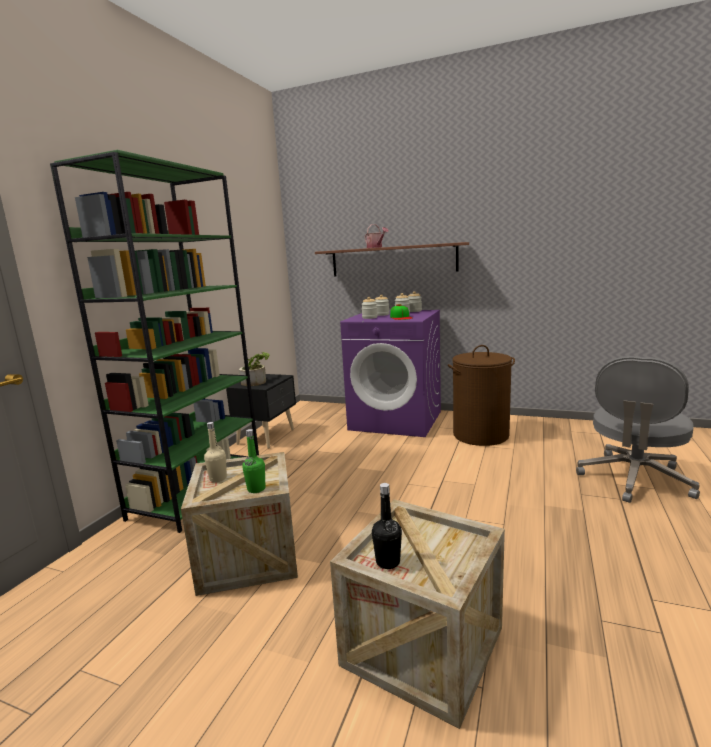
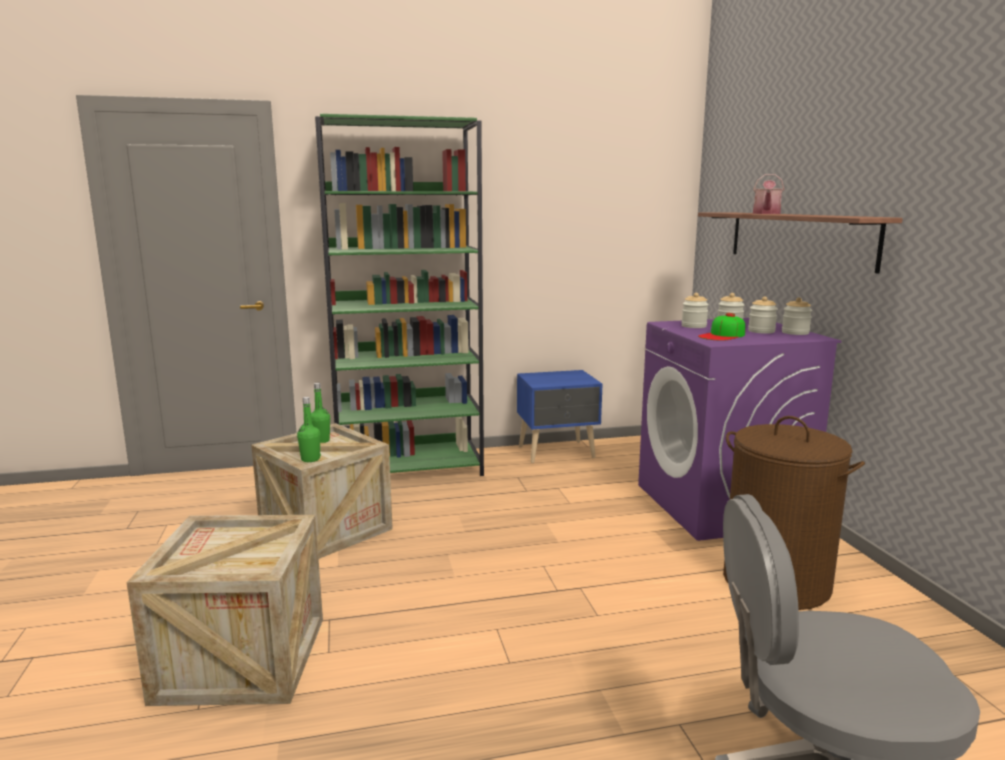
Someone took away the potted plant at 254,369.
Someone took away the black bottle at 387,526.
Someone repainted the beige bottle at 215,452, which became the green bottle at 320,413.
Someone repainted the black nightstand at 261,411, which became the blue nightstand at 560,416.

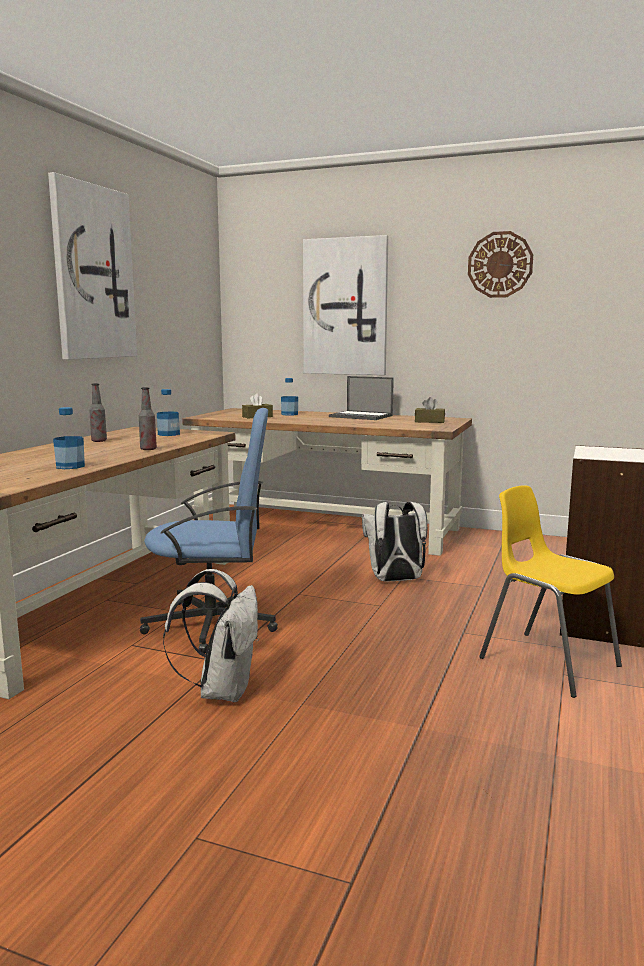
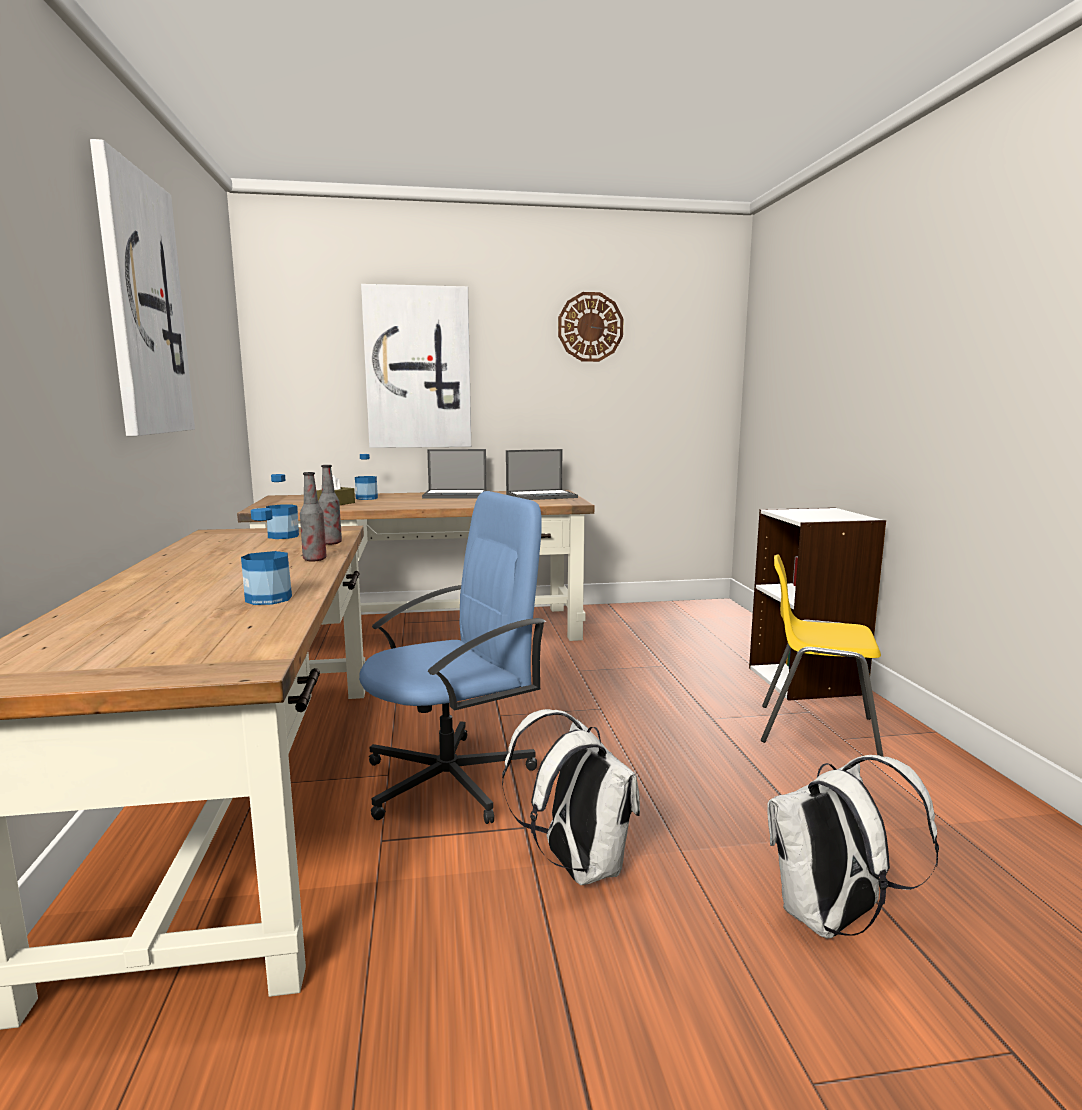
Someone carried the bottle from 98,412 to 330,505.
Someone carried the white backpack from 394,542 to 853,847.
Someone swapped the brown tissue box at 430,410 for the laptop at 542,474.

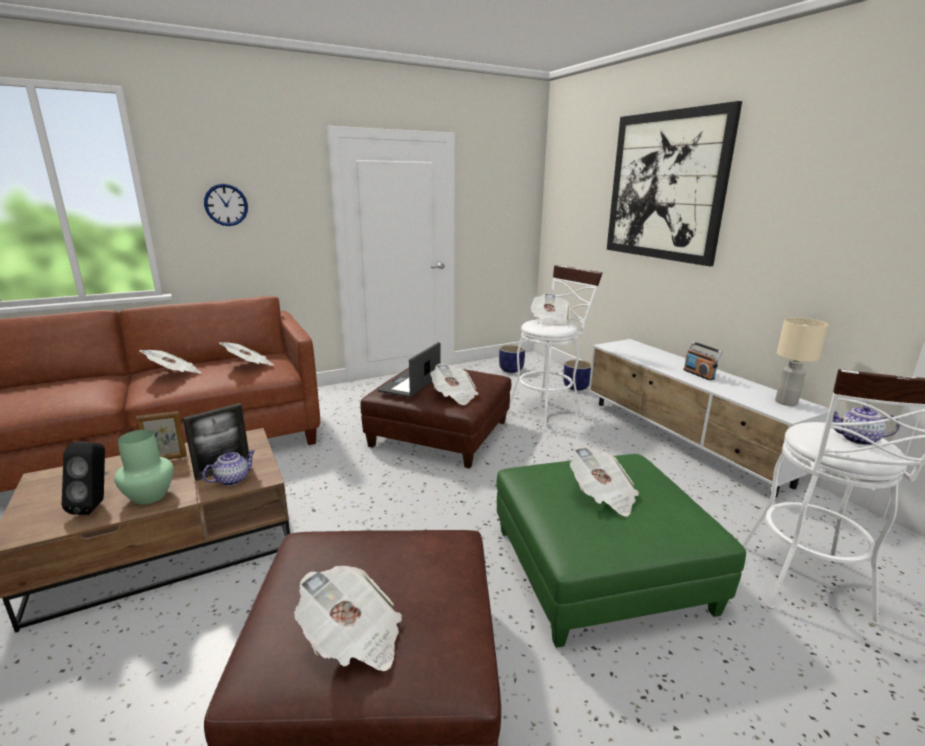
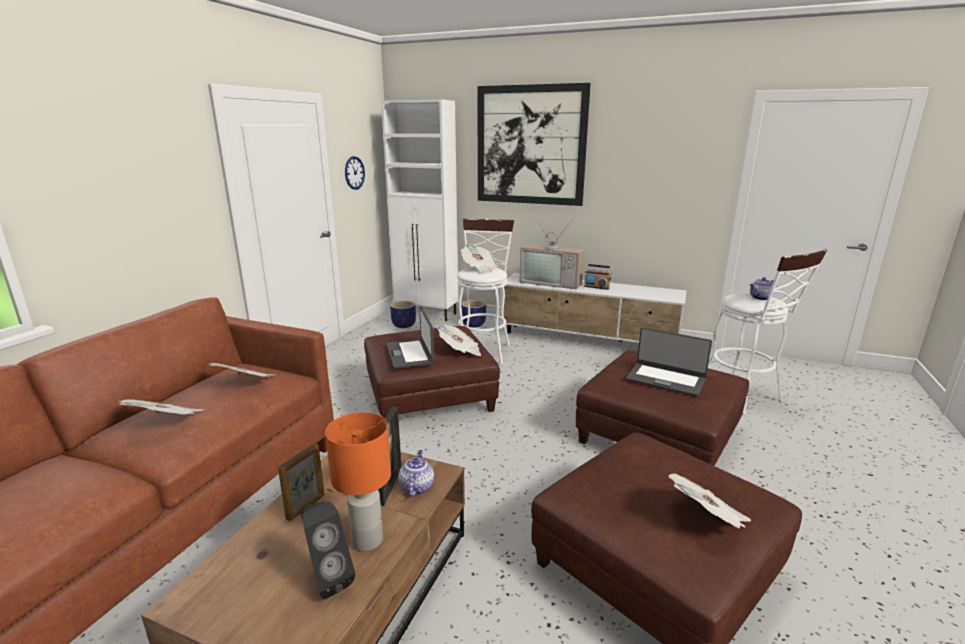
Someone took away the beige table lamp at 802,361.
Someone put down the white cabinet at 419,210.
Someone put down the television at 552,253.
Someone carried the wall clock from 226,205 to 355,173.
Someone swapped the green vase at 144,467 for the orange table lamp at 358,481.
Someone swapped the newspaper at 604,481 for the laptop at 669,362.
Someone repainted the green ottoman at 621,551, which became the brown ottoman at 662,408.

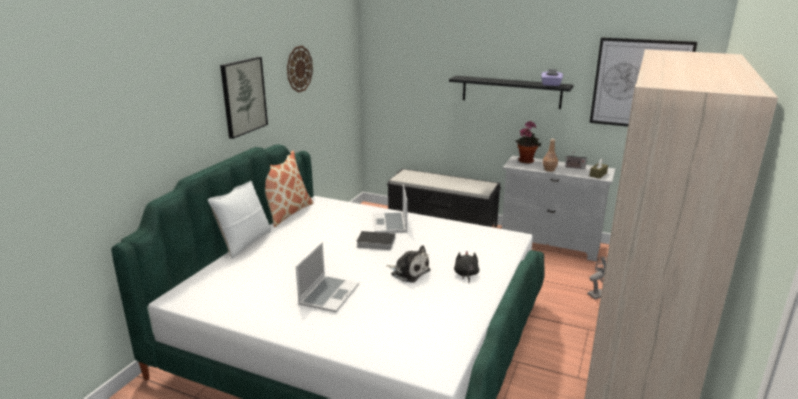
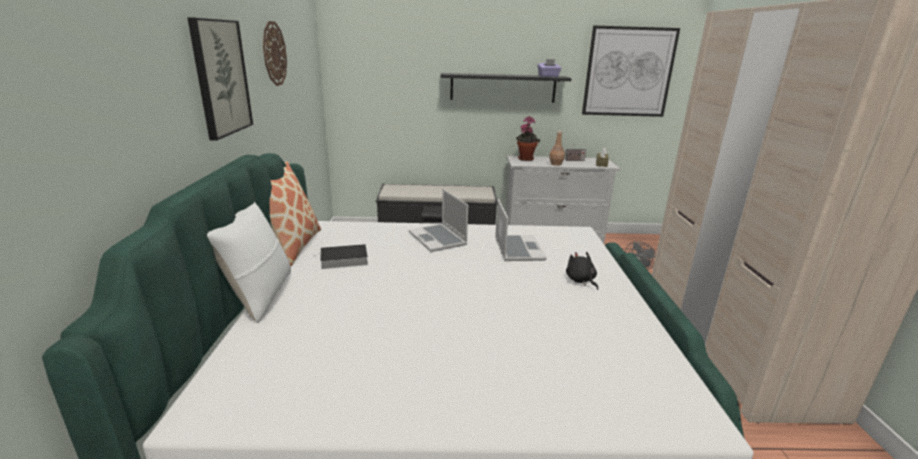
Someone took away the plush toy at 408,264.
Someone carried the laptop from 327,277 to 521,230.
Someone carried the book from 375,240 to 341,256.

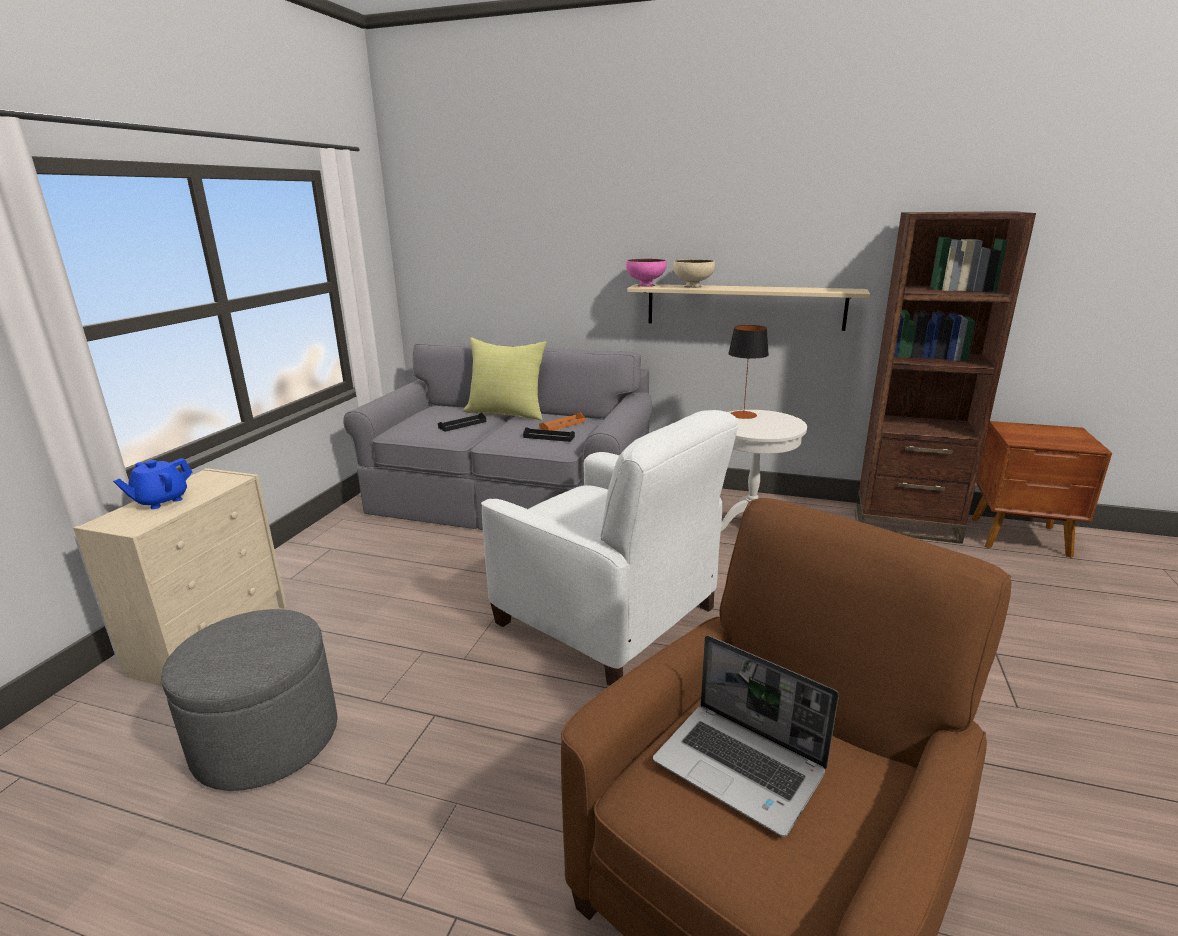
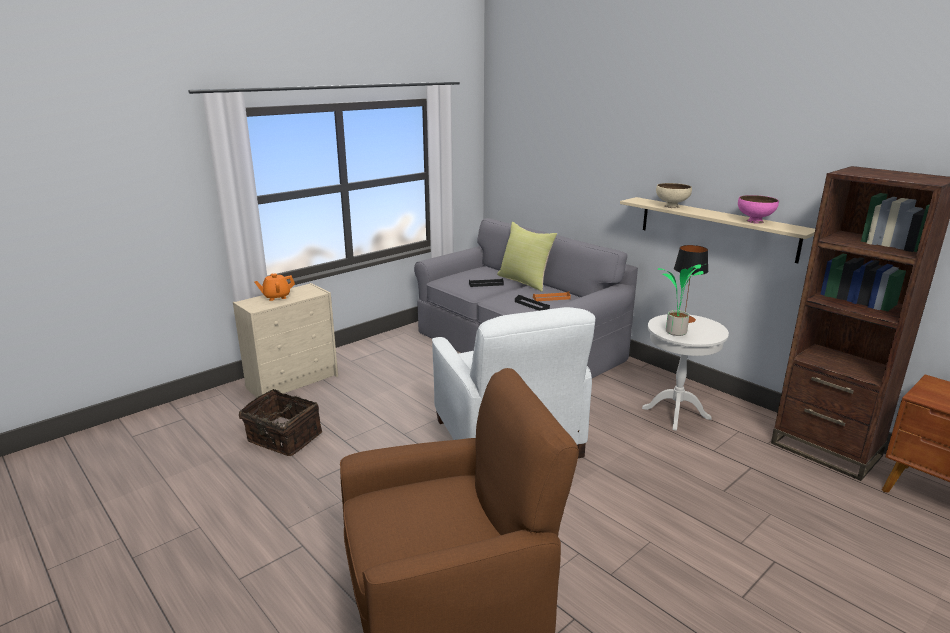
Someone took away the laptop at 746,736.
Someone put down the potted plant at 681,300.
Someone carried the pink bowl from 646,273 to 758,209.
Someone swapped the grey ottoman at 249,700 for the basket at 280,422.
Someone repainted the blue teapot at 153,483, which became the orange teapot at 274,287.

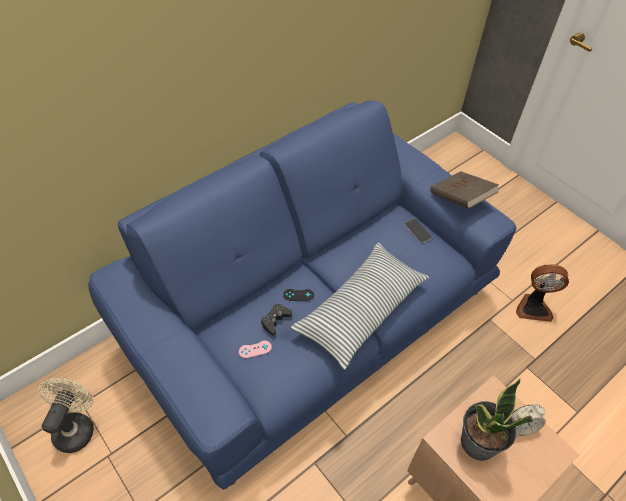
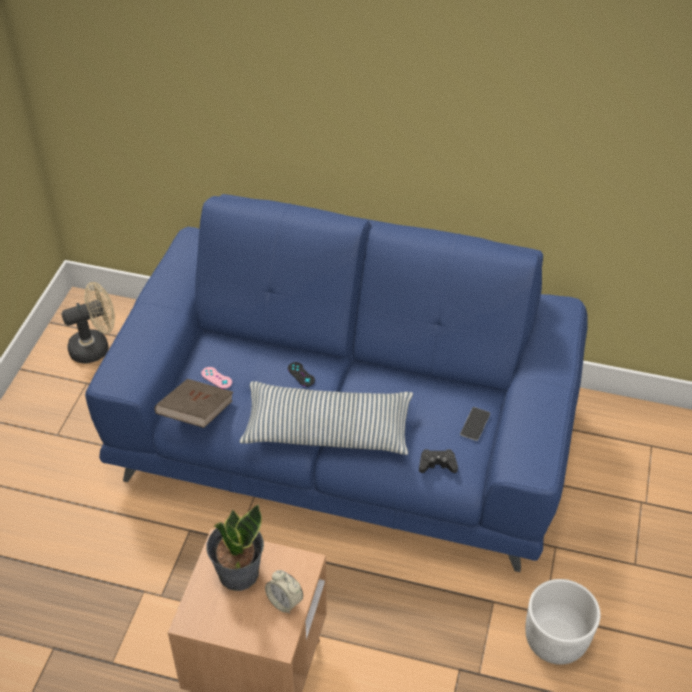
Someone carried the black game controller from 276,319 to 438,461.
Someone carried the brown book from 464,190 to 194,403.
Someone swapped the fan at 542,293 for the white planter at 562,622.

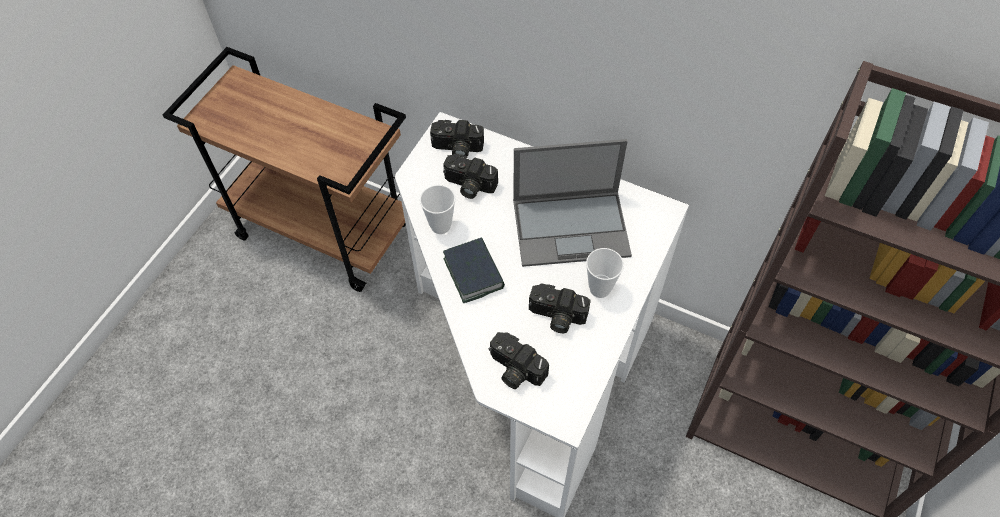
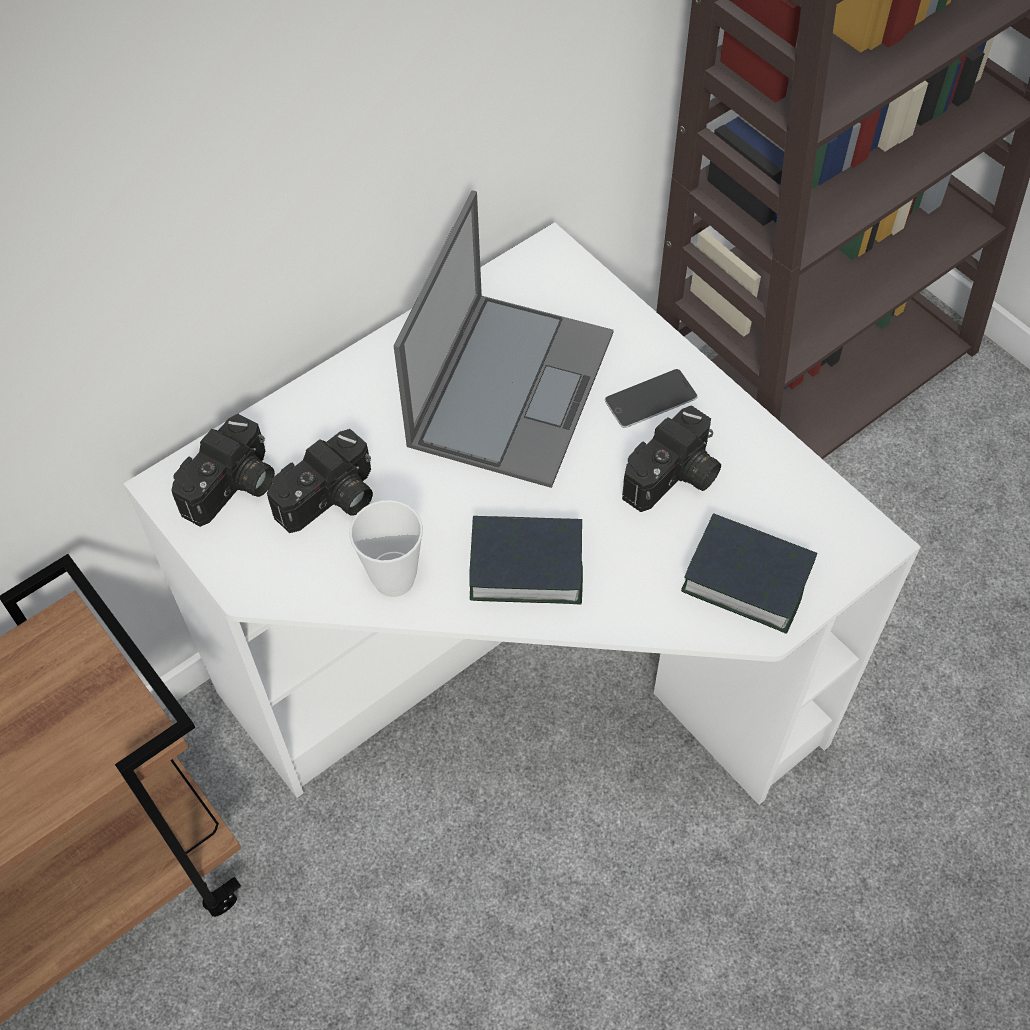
Someone swapped the photo camera at 519,360 for the book at 749,573.
Someone swapped the cup at 605,273 for the phone at 651,398.

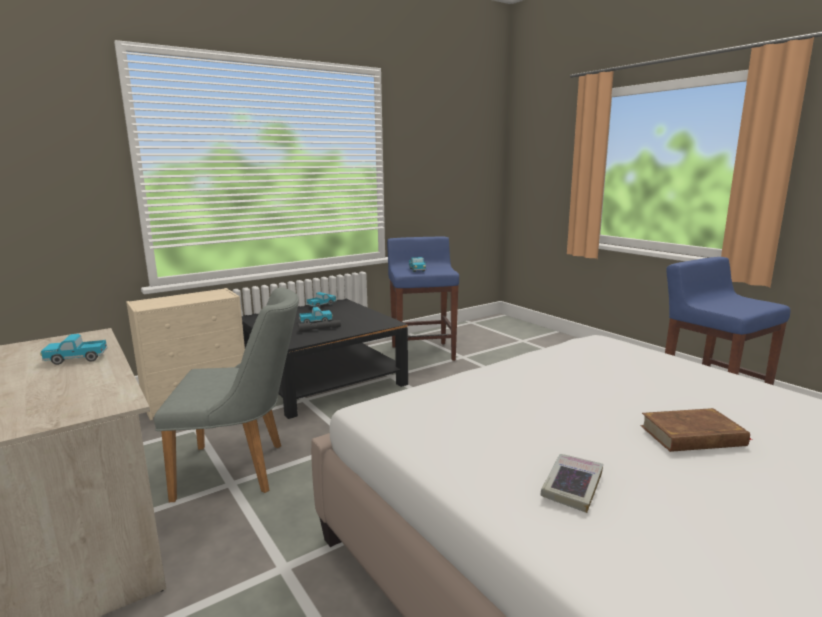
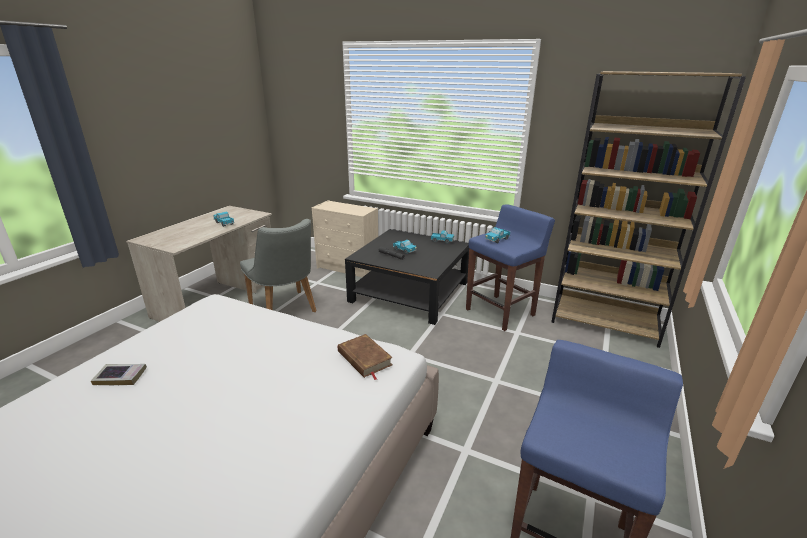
Someone put down the brown bookcase at 648,209.
Someone carried the brown book from 696,430 to 365,357.

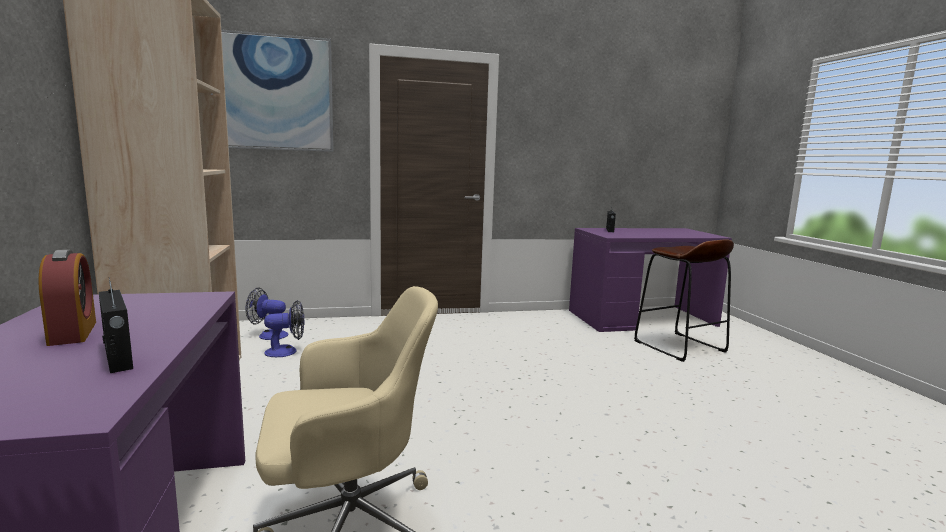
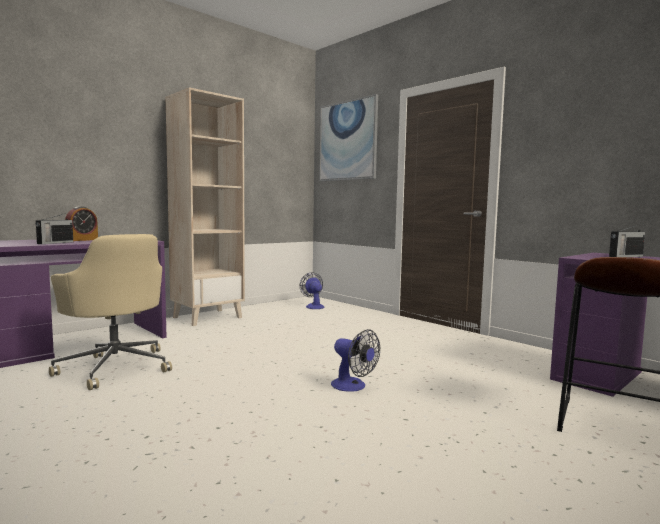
Someone carried the fan from 284,328 to 355,360.

